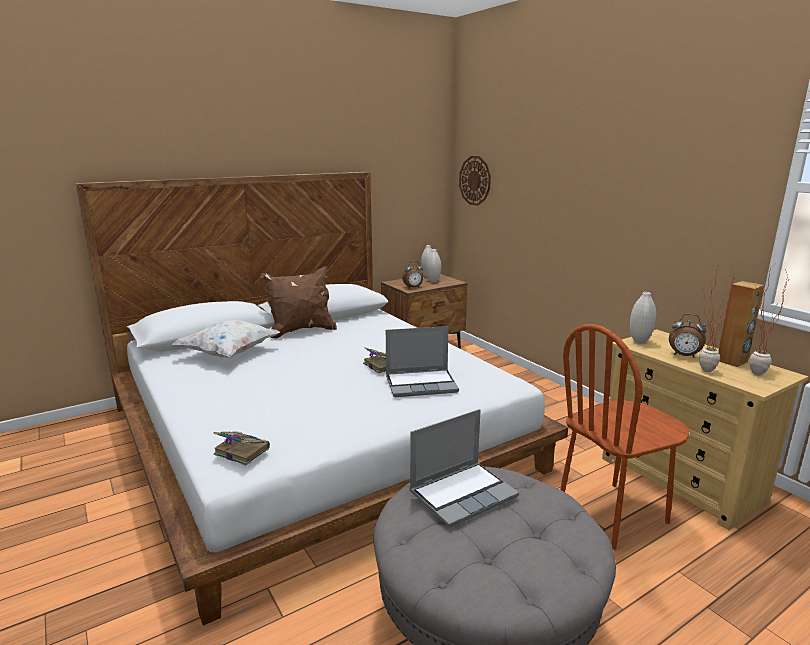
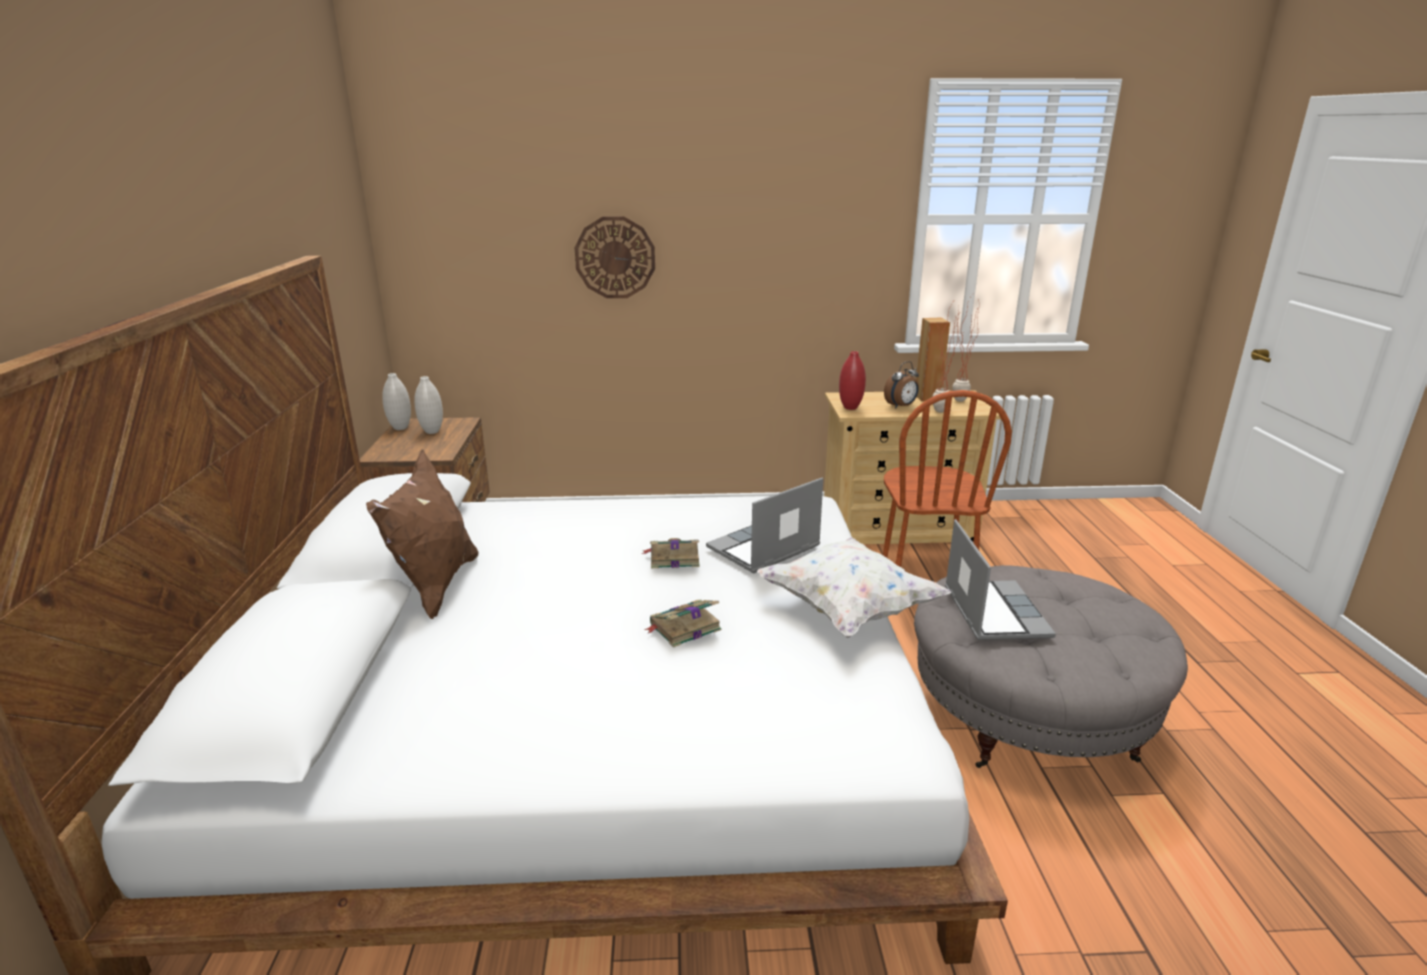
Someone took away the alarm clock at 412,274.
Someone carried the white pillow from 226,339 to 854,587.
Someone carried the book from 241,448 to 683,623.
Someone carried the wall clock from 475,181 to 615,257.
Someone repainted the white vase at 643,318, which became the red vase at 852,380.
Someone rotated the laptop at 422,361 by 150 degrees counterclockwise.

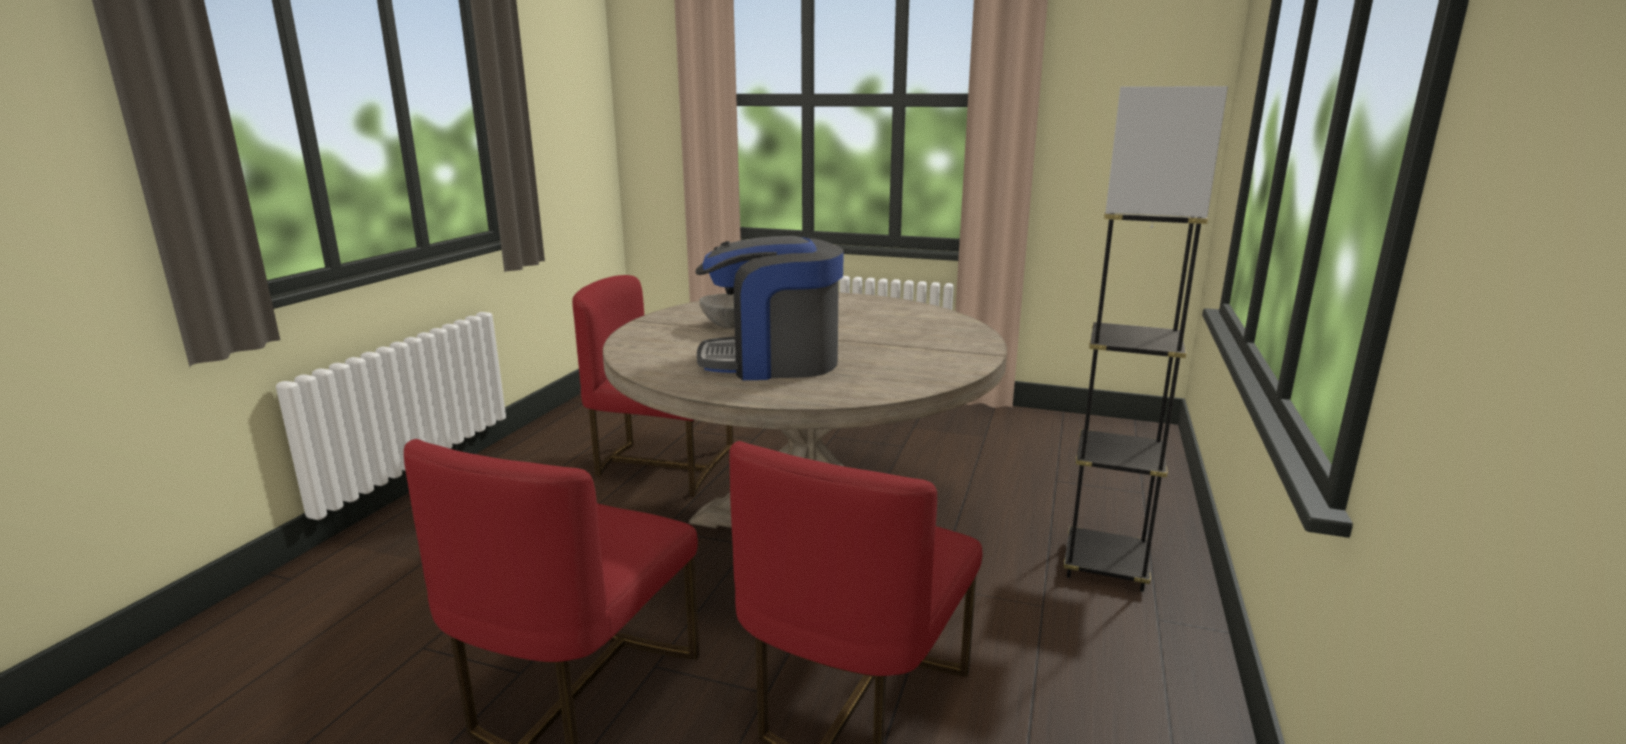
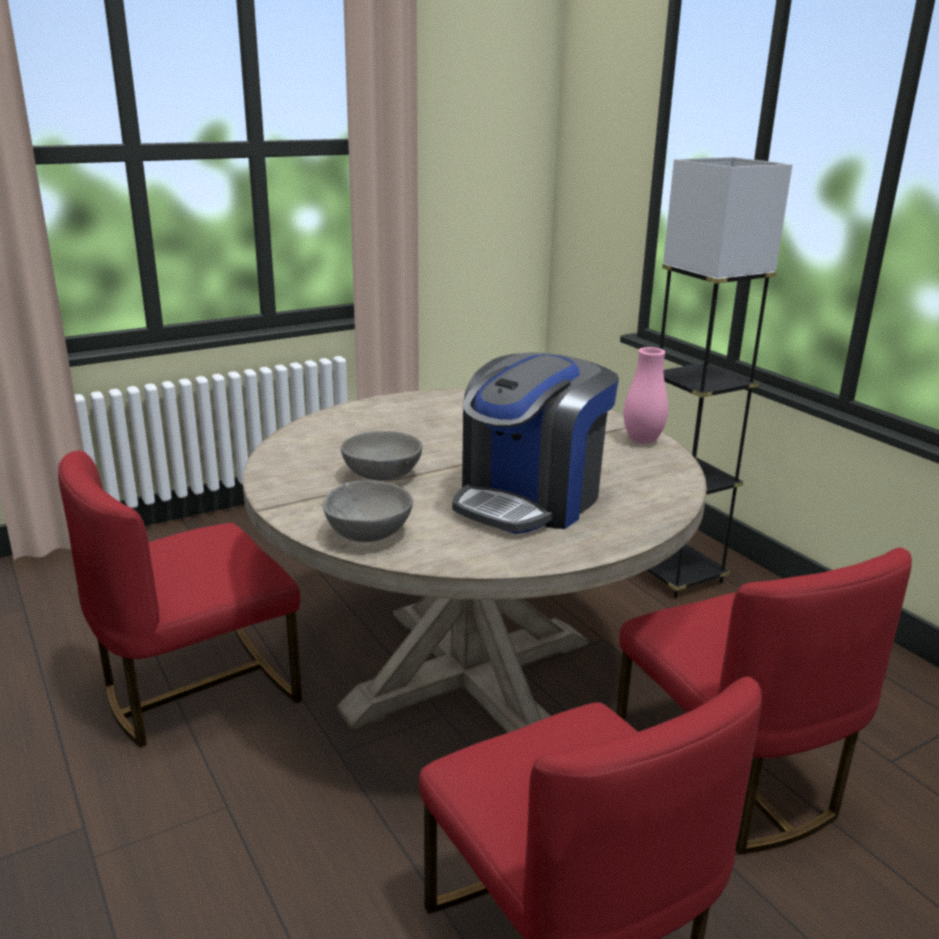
Someone put down the grey bowl at 368,511.
Someone put down the pink vase at 645,395.

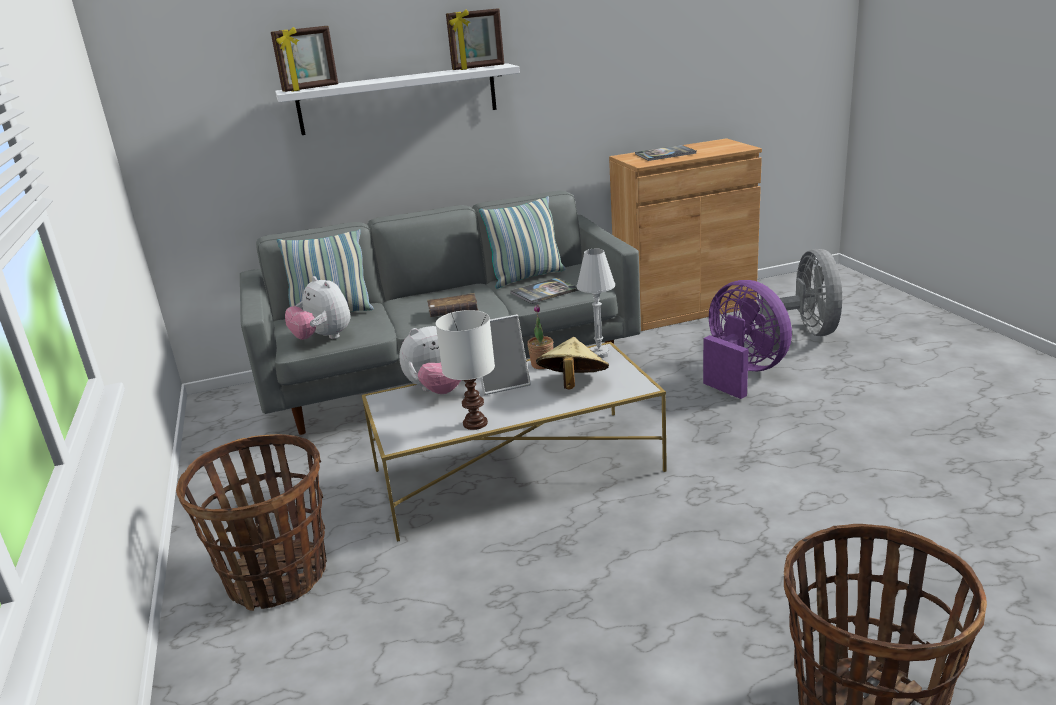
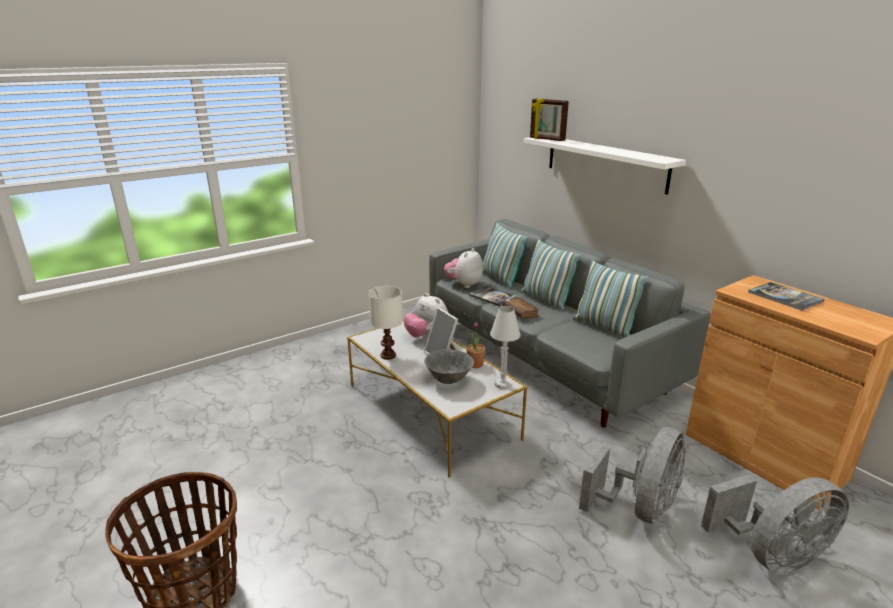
Someone took away the basket at 251,522.
Someone took away the picture frame at 475,39.
Someone put down the pillow at 551,274.
Someone carried the book from 544,291 to 493,296.
Someone swapped the beige hat at 572,363 for the grey bowl at 449,366.
Someone repainted the purple fan at 747,339, which became the grey fan at 632,475.

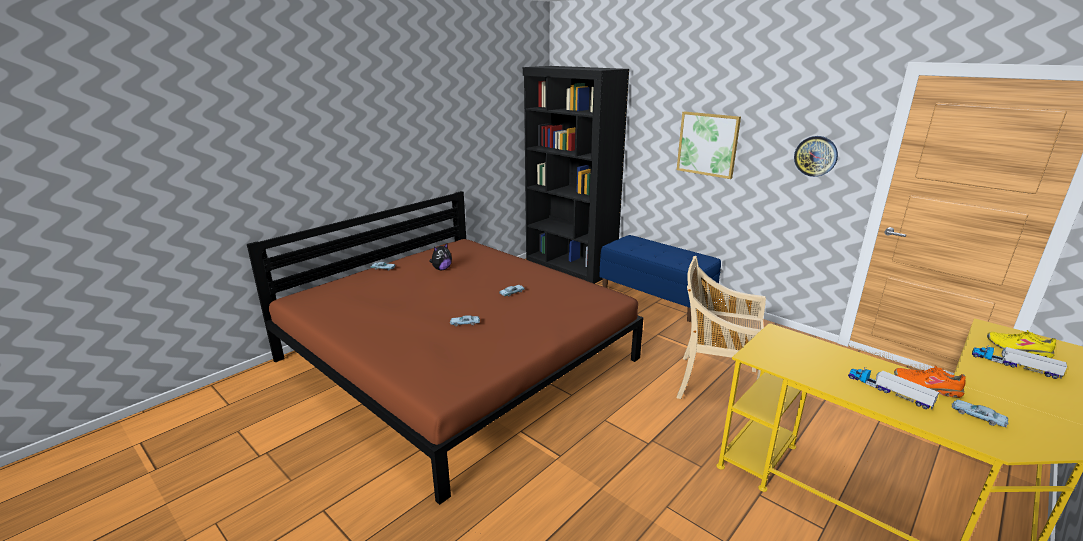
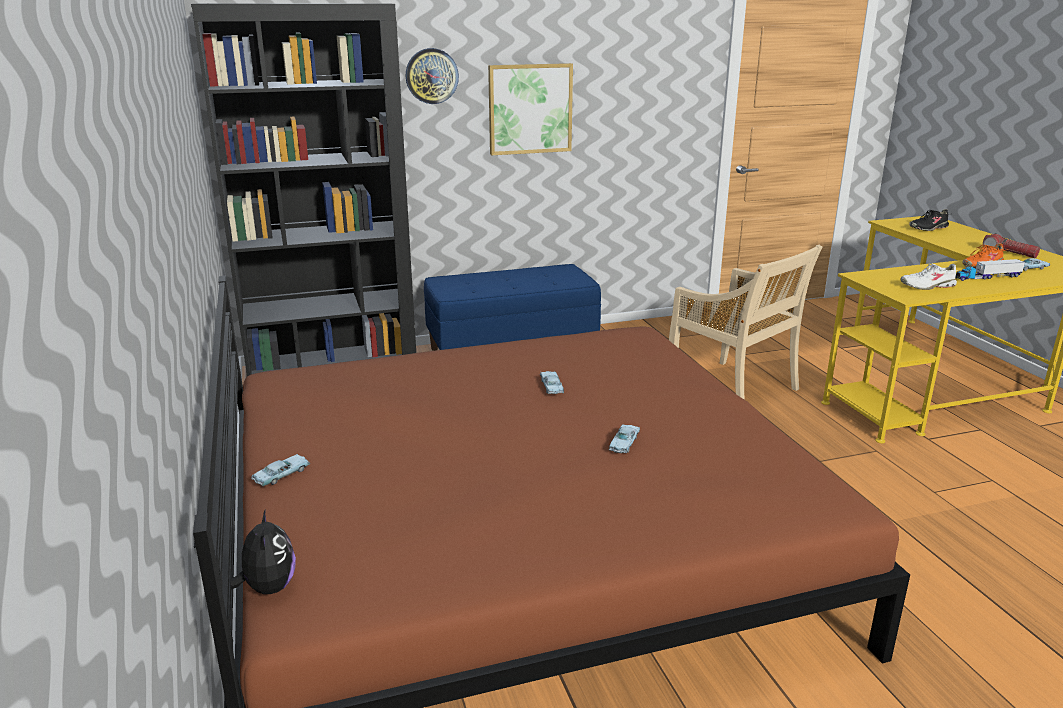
Someone took away the toy truck at 1019,362.
Someone put down the white shoe at 929,276.
Someone put down the flashlight at 1011,245.
Someone carried the plush toy from 440,257 to 263,551.
Someone carried the wall clock from 816,156 to 432,76.
Someone repainted the yellow shoe at 1021,344, which became the black shoe at 929,220.
Someone rotated the beige chair at 721,327 by 90 degrees counterclockwise.

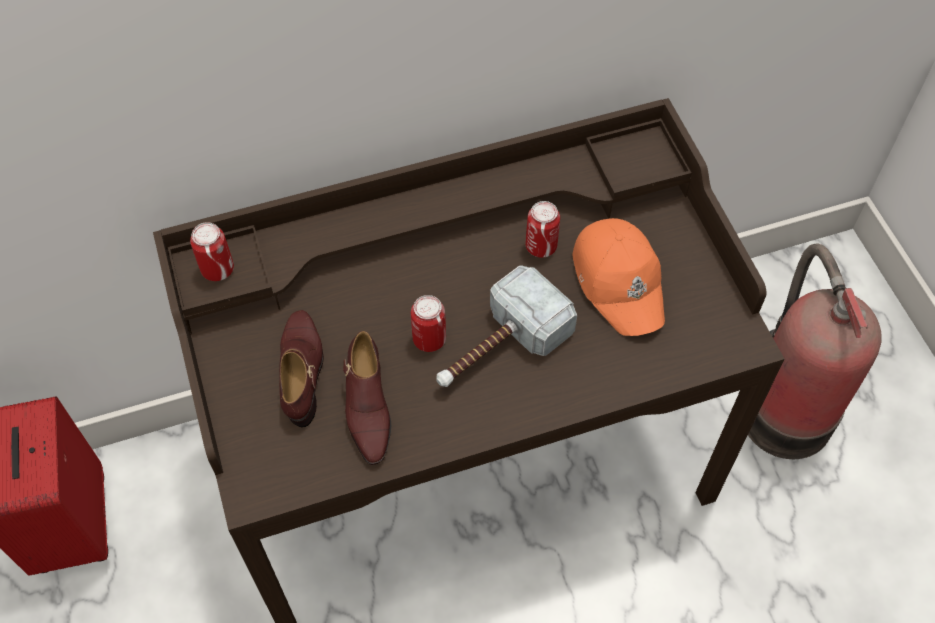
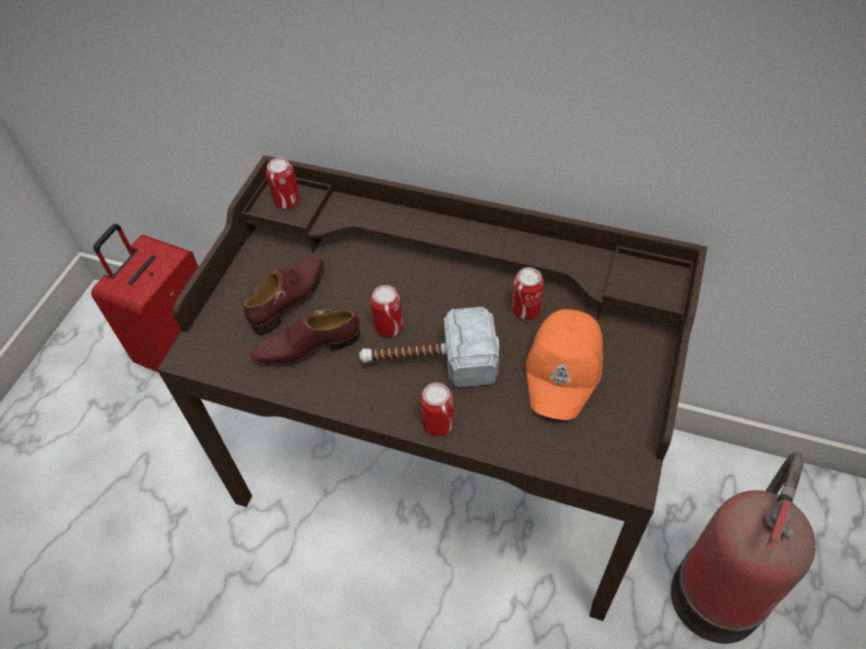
Someone put down the can at 437,409.
Someone rotated the brown shoe at 367,398 by 45 degrees clockwise.

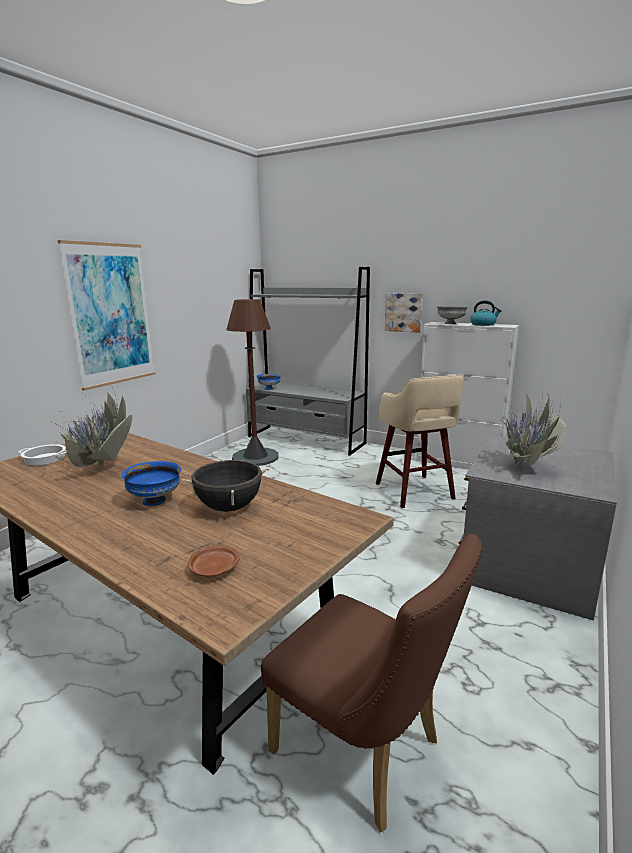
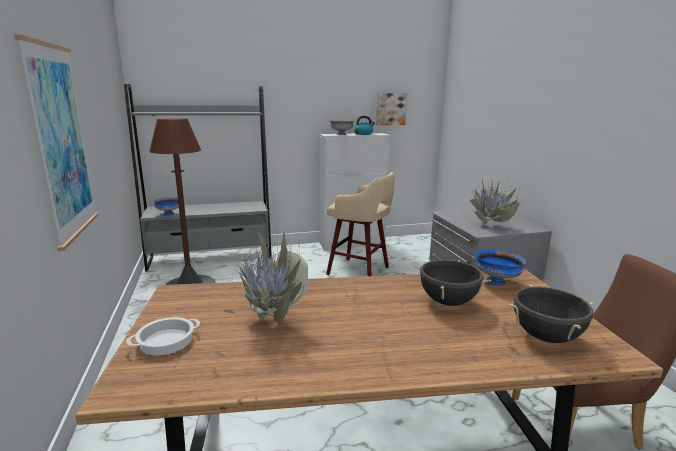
Someone carried the blue bowl from 151,483 to 501,267.
Someone carried the picture from 404,313 to 391,109.
Someone swapped the brown plate at 214,561 for the black cooking pot at 552,313.

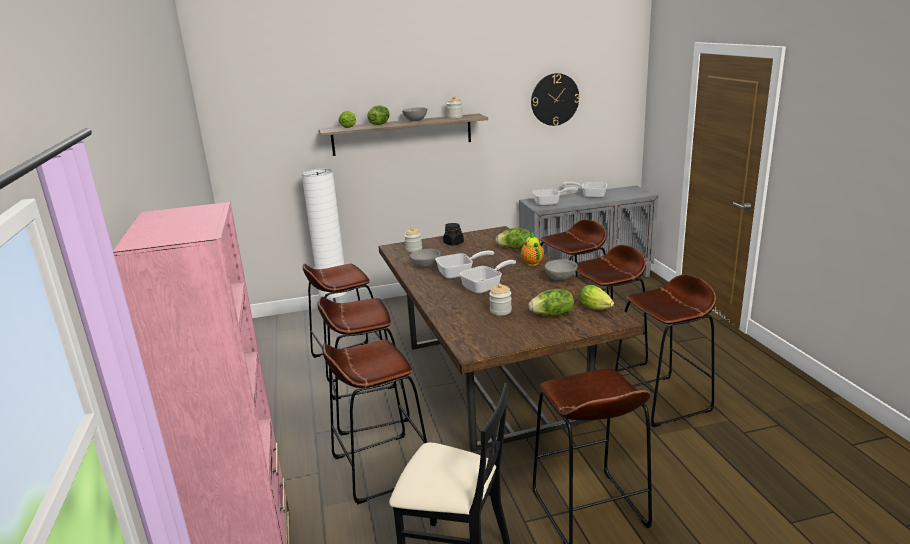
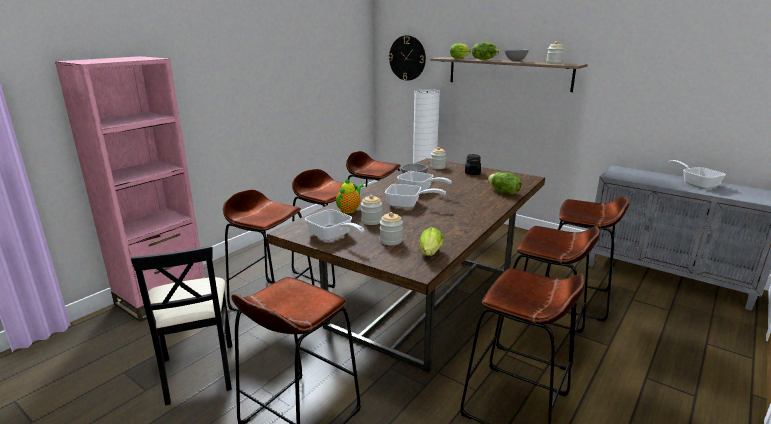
Someone took away the grey bowl at 561,270.
Someone carried the teapot from 532,249 to 350,196.
Someone carried the wall clock from 555,99 to 407,58.
Someone carried the frying pan from 555,196 to 334,225.
Someone swapped the lettuce at 551,302 for the jar at 391,228.

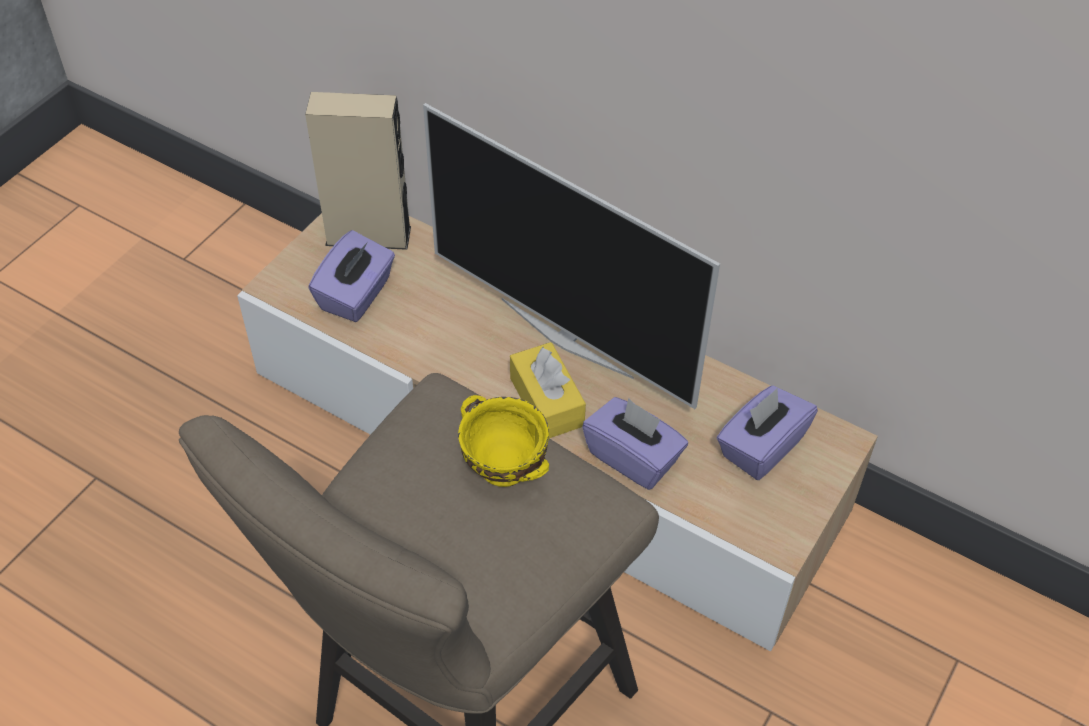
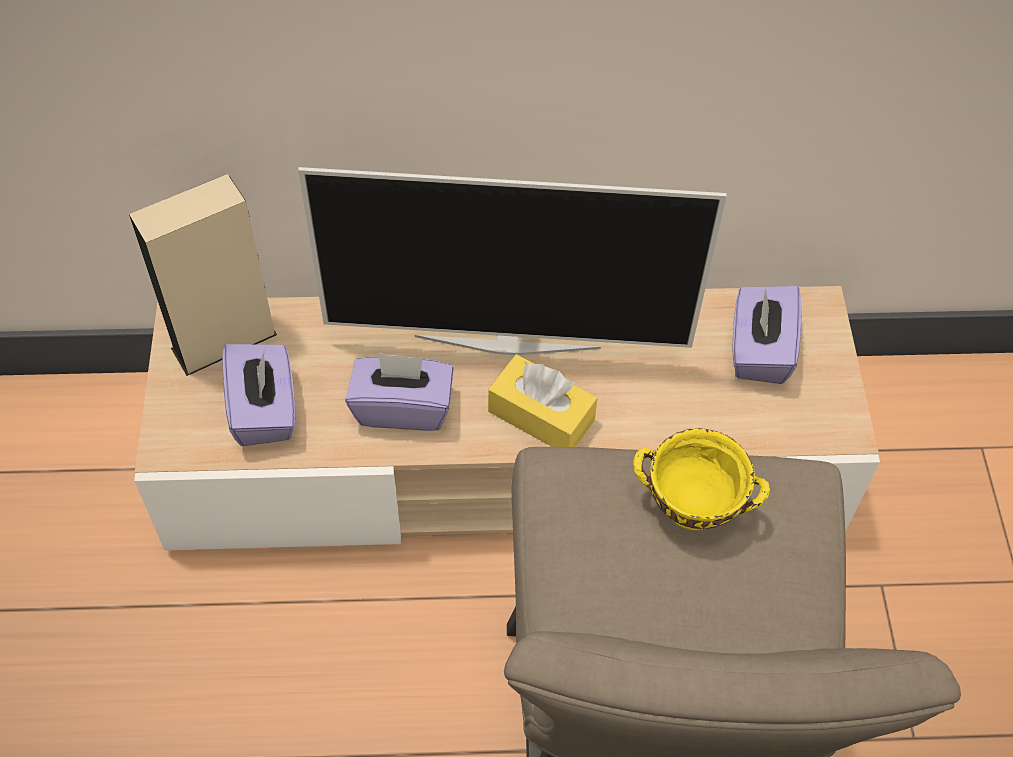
Someone carried the purple tissue box from 635,443 to 399,392.

